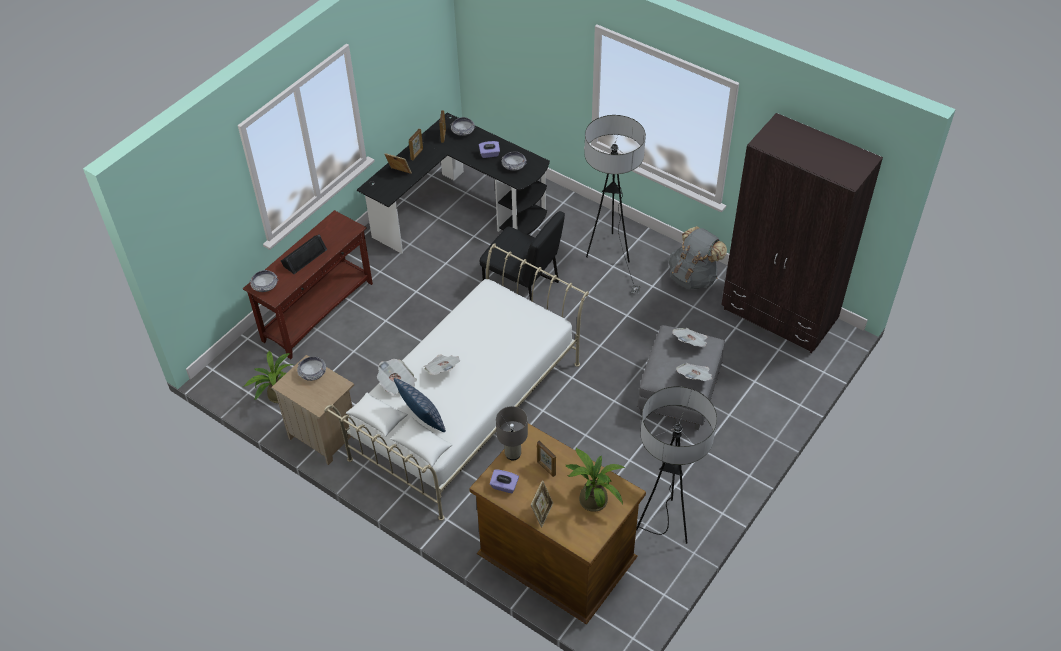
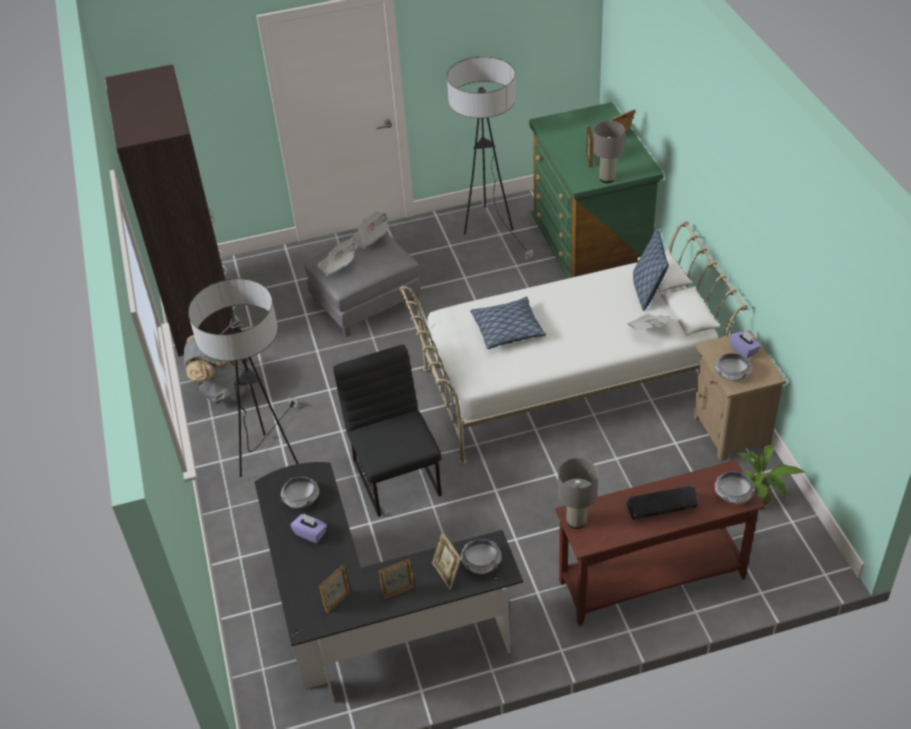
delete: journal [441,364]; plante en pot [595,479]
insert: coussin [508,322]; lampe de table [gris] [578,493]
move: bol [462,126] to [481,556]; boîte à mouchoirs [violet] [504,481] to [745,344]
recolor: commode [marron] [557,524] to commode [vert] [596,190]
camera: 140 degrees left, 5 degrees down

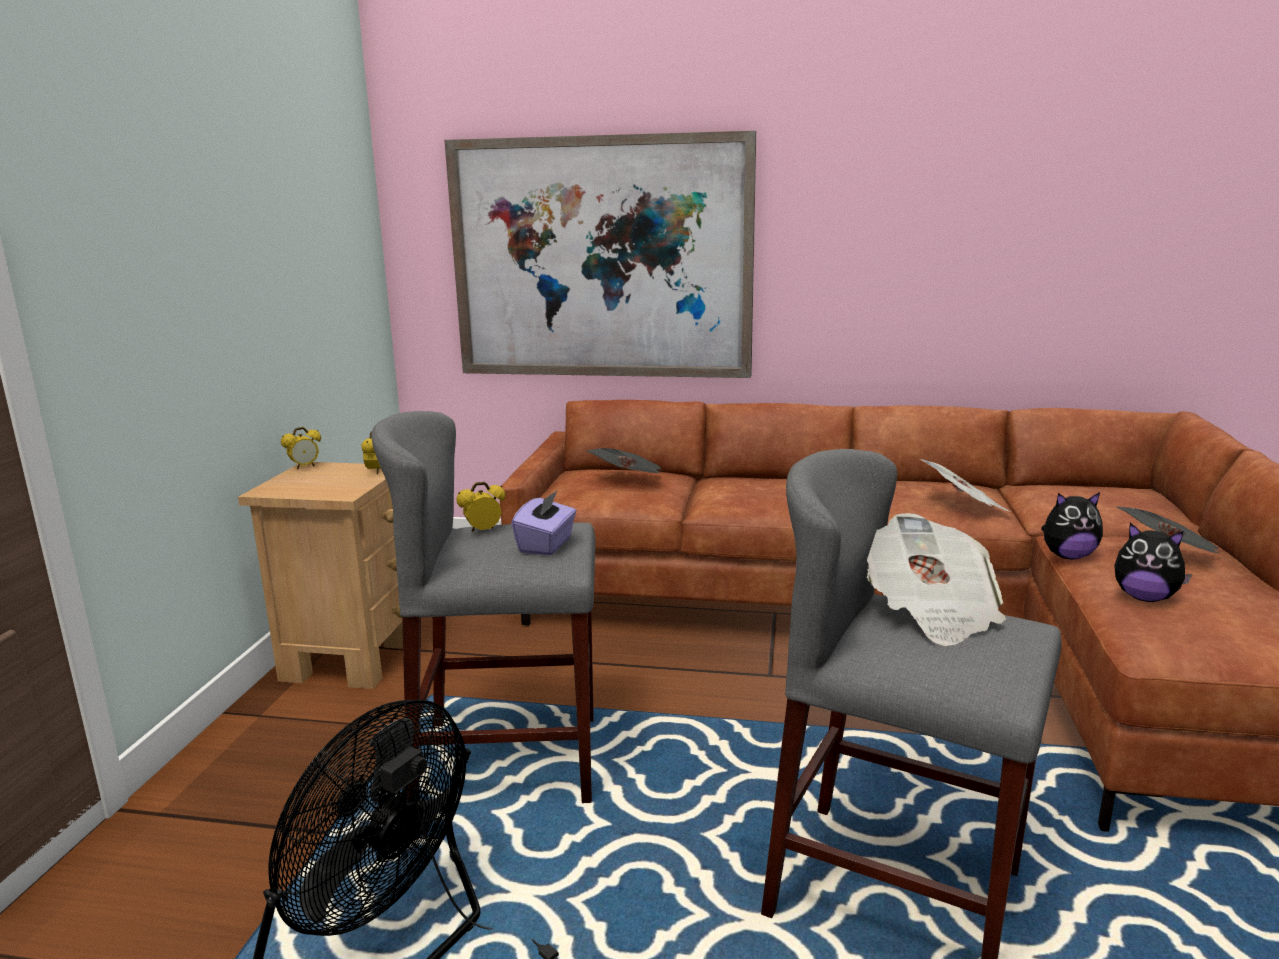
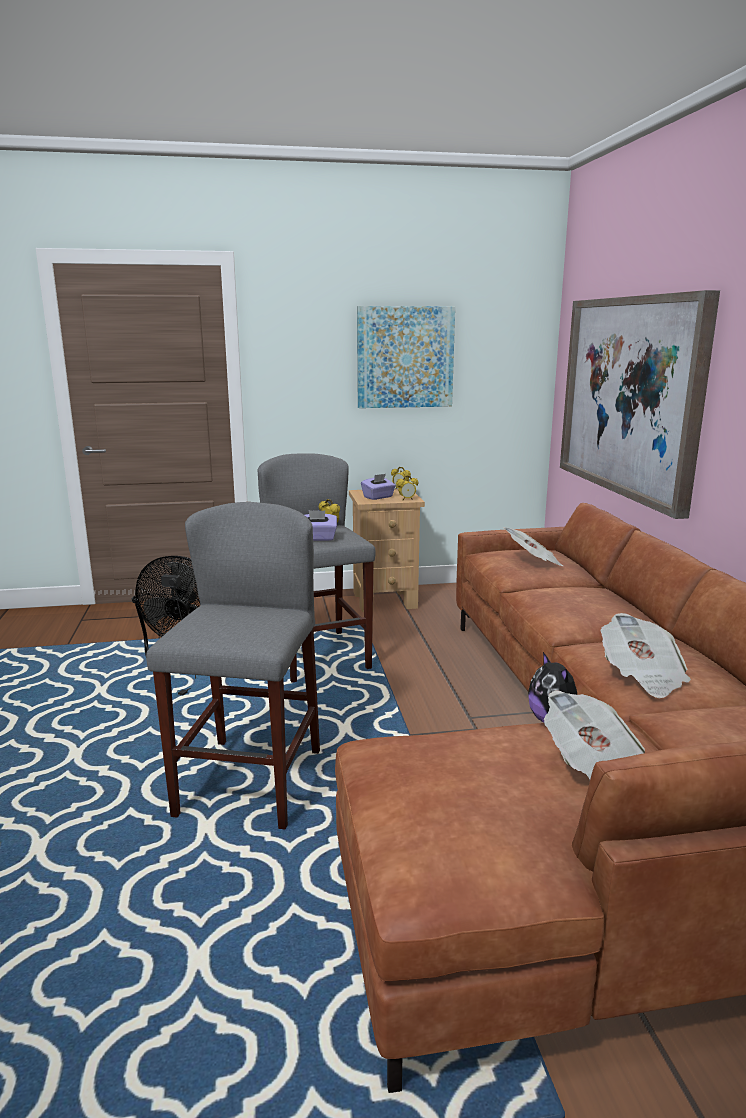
delete: journal [936,579]; peluche [1153,562]
insert: tableau [406,357]; boîte à mouchoirs [violet] [378,487]
camera: 70 degrees right, 0 degrees up

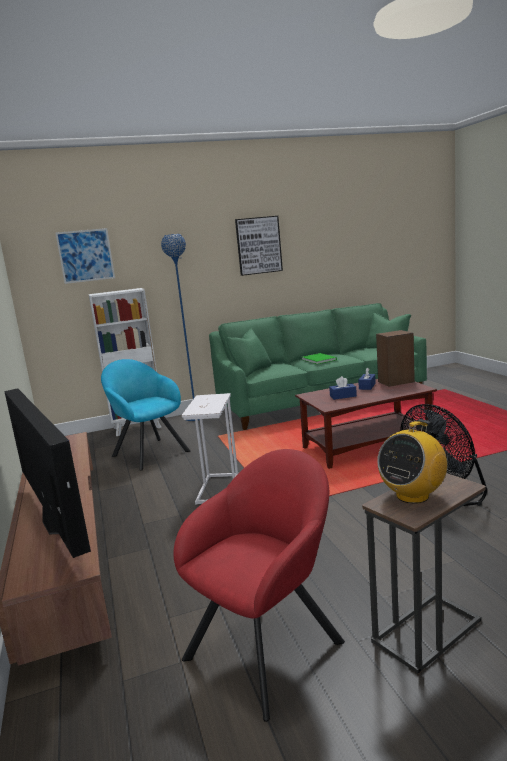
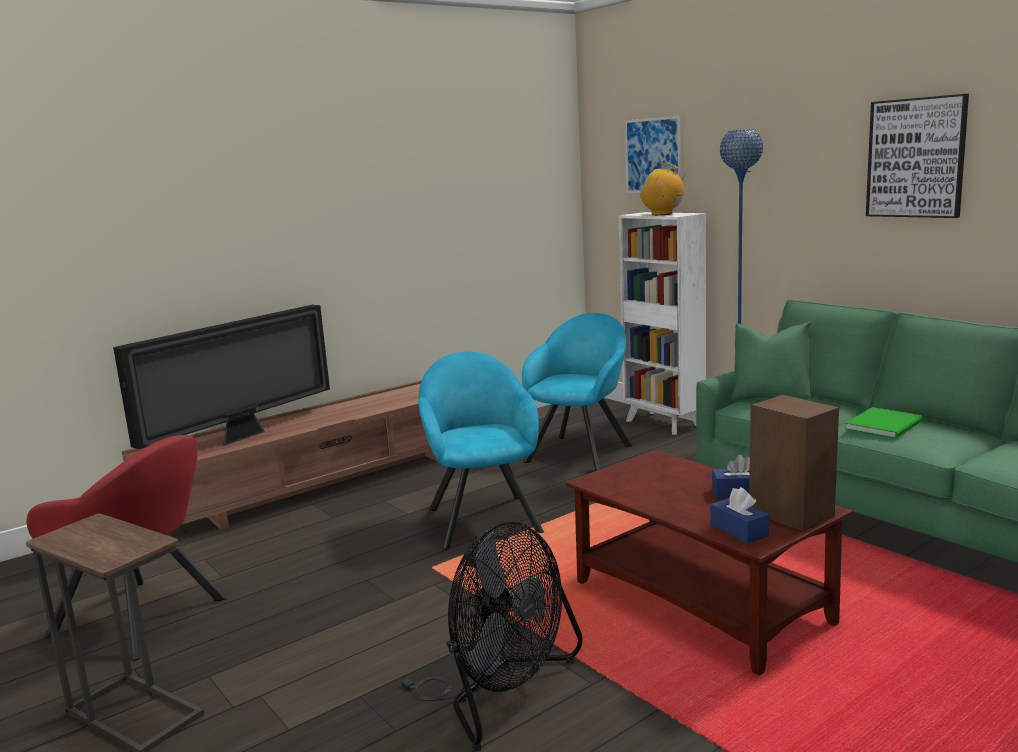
move: boîte à mouchoirs [bleu] [343,388] to [739,515]; radio [412,462] to [663,189]
replace: table d'appoint [blanc] [210,448] to fauteuil [turquoise] [481,451]
camera: 70 degrees right, 0 degrees up

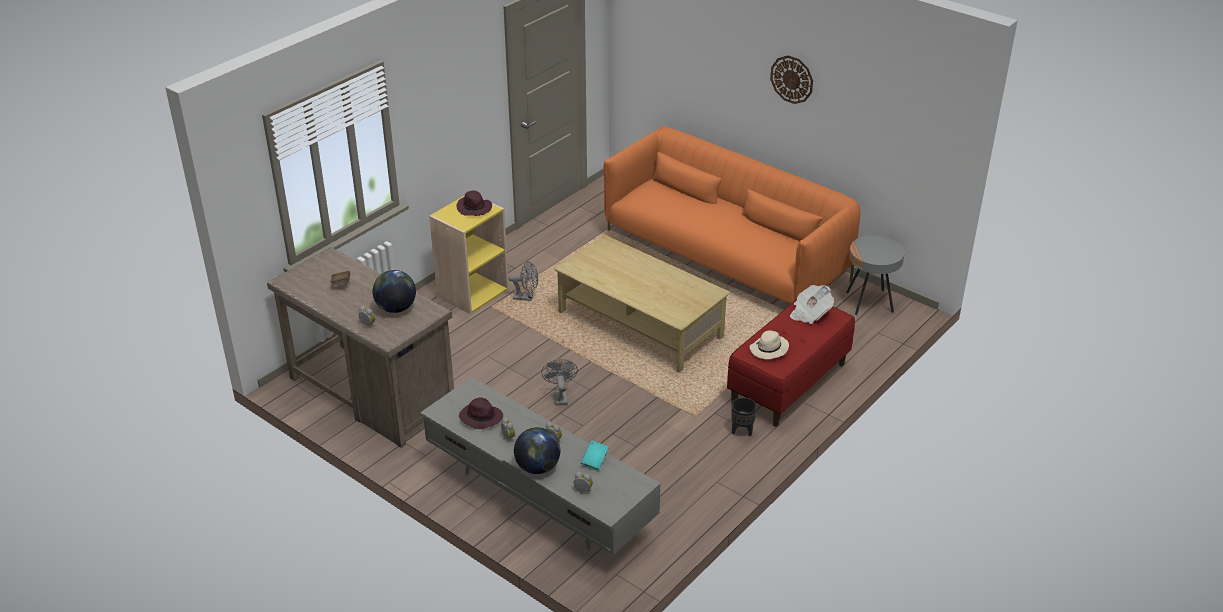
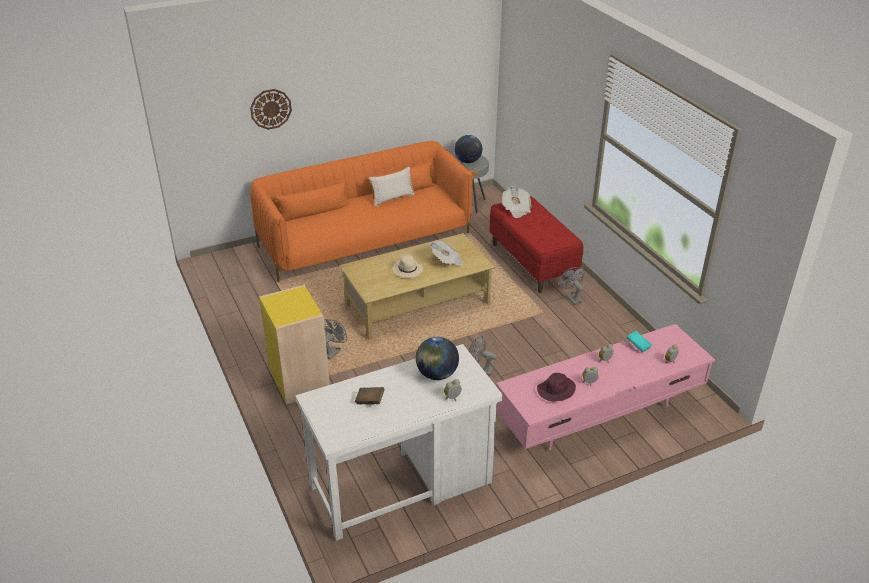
delete: chapeau [violet] [474,203]
insert: coussin [blanc] [391,186]; journal [446,253]
move: globe [537,450] to [468,149]; chapeau [beige] [769,344] to [408,266]; horloge murale [791,79] to [271,109]
replace: cache-pot [noir] [744,416] to ventilateur [gris] [572,286]
recolor: bureau [marron] [360,347] to bureau [blanc] [399,442]; meuble télé [gris] [540,466] to meuble télé [rose] [605,387]
camera: 65 degrees left, 0 degrees up

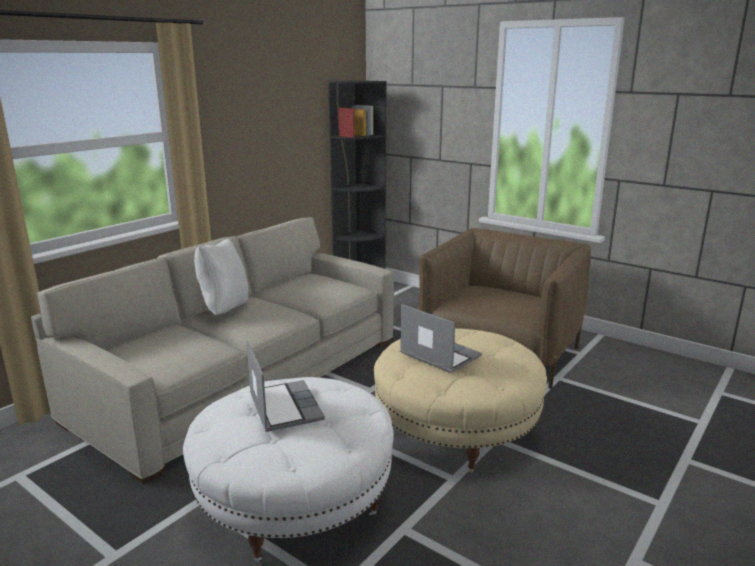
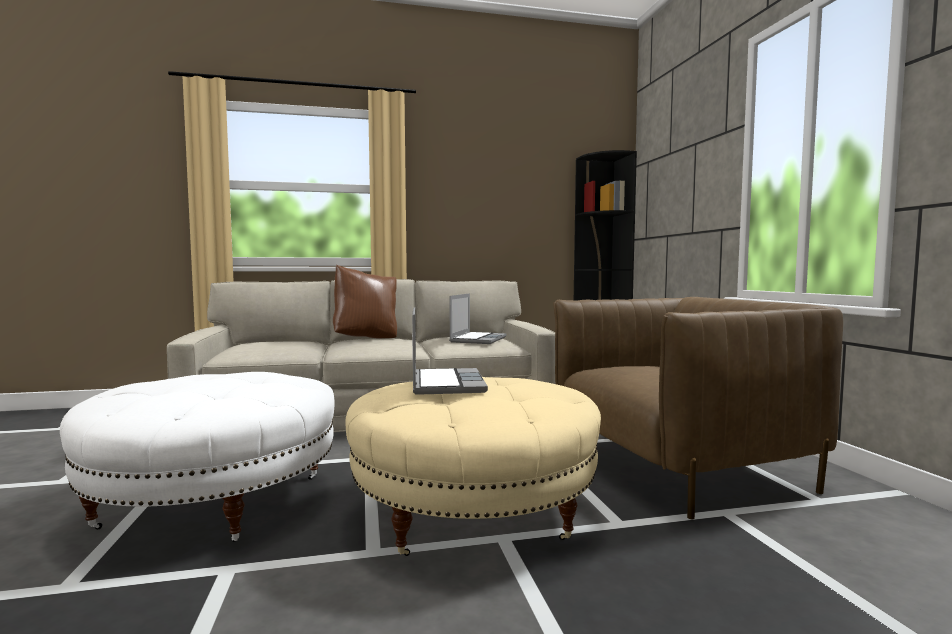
move: ordinateur portable [285,386] to [477,318]
recolor: coussin [blanc] [221,277] to coussin [marron] [365,302]
camera: 40 degrees right, 15 degrees down

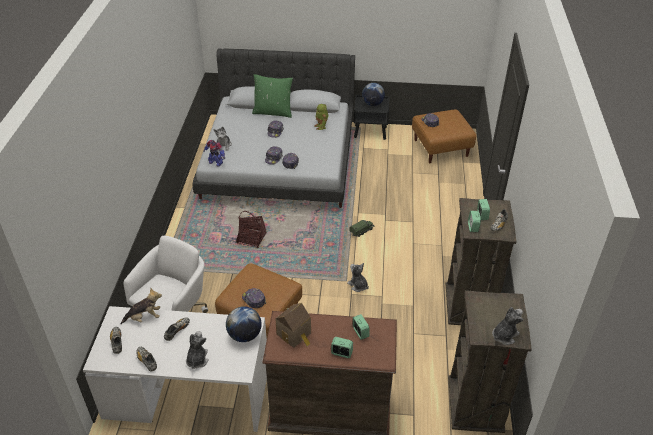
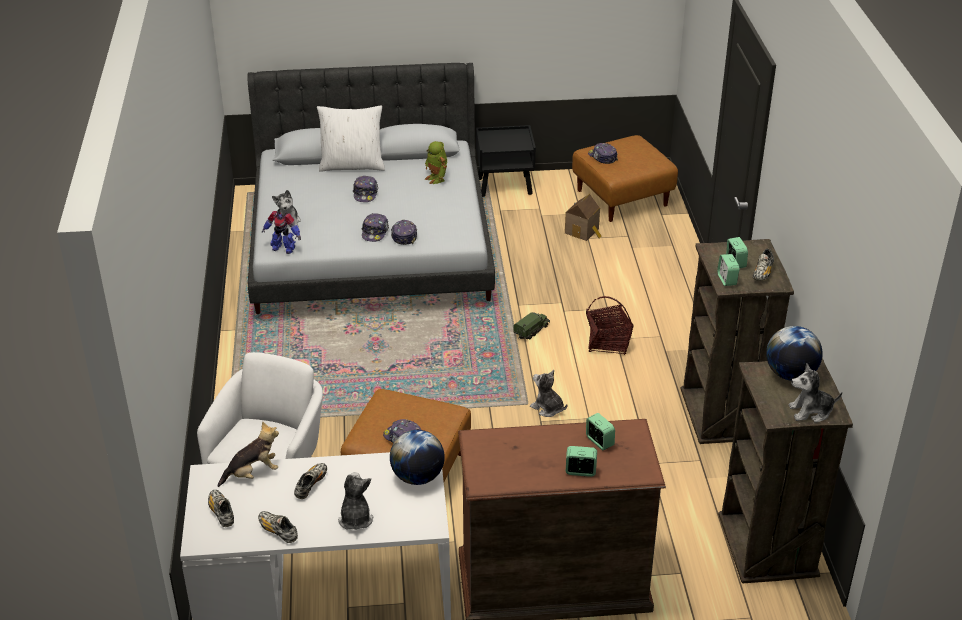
move: panier [251,229] to [610,325]; maison miniature [293,325] to [583,217]; globe [373,94] to [794,353]
recolor: coussin [vert] [272,96] to coussin [blanc] [351,139]
rotate: peluche [507,326] = [815,393] 135 degrees counterclockwise
camera: 10 degrees left, 5 degrees down

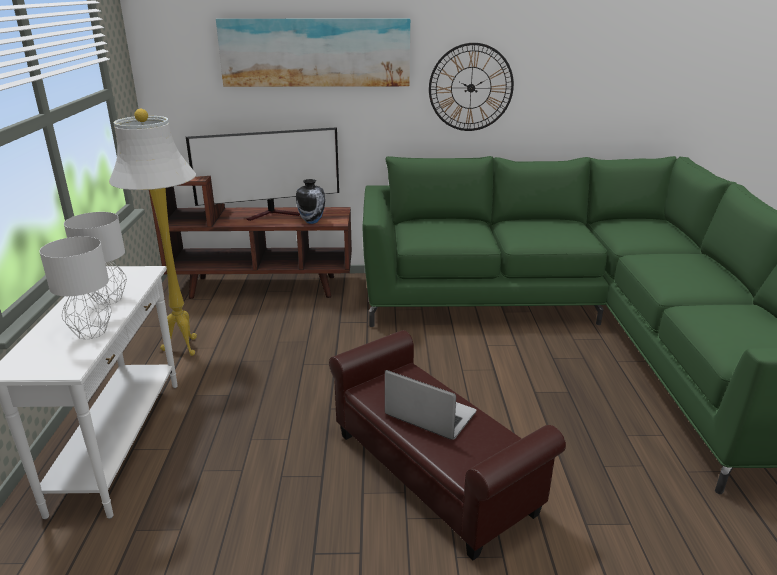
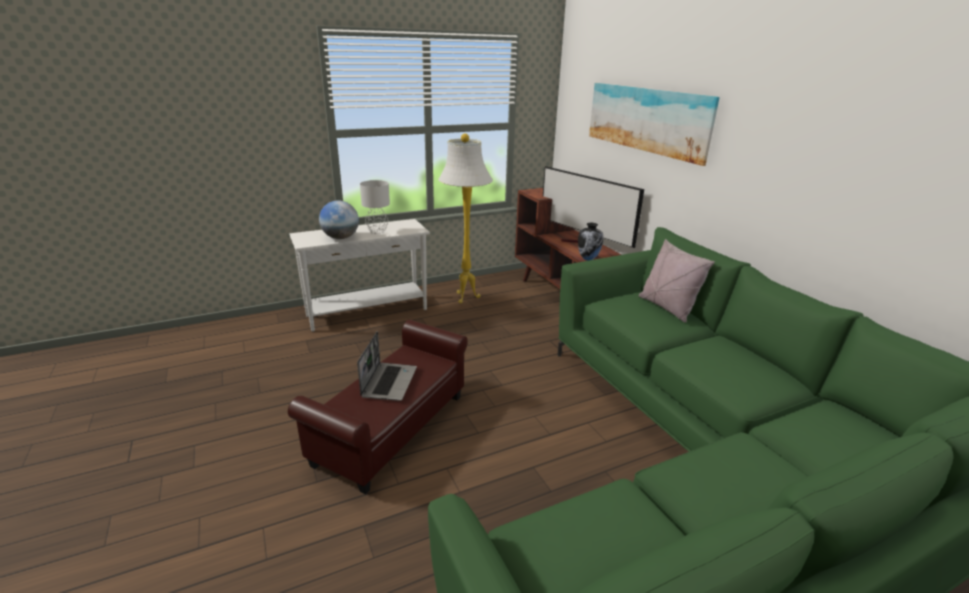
delete: horloge murale [471,87]
insert: coussin [violet] [677,281]
replace: lampe de table [gris] [75,287] to globe [339,219]
camera: 65 degrees right, 0 degrees up

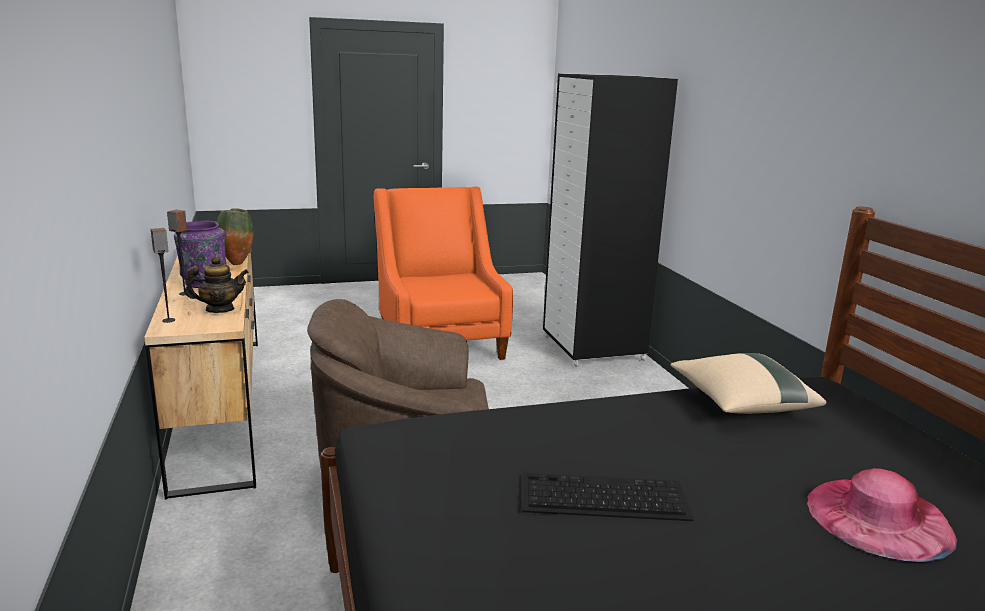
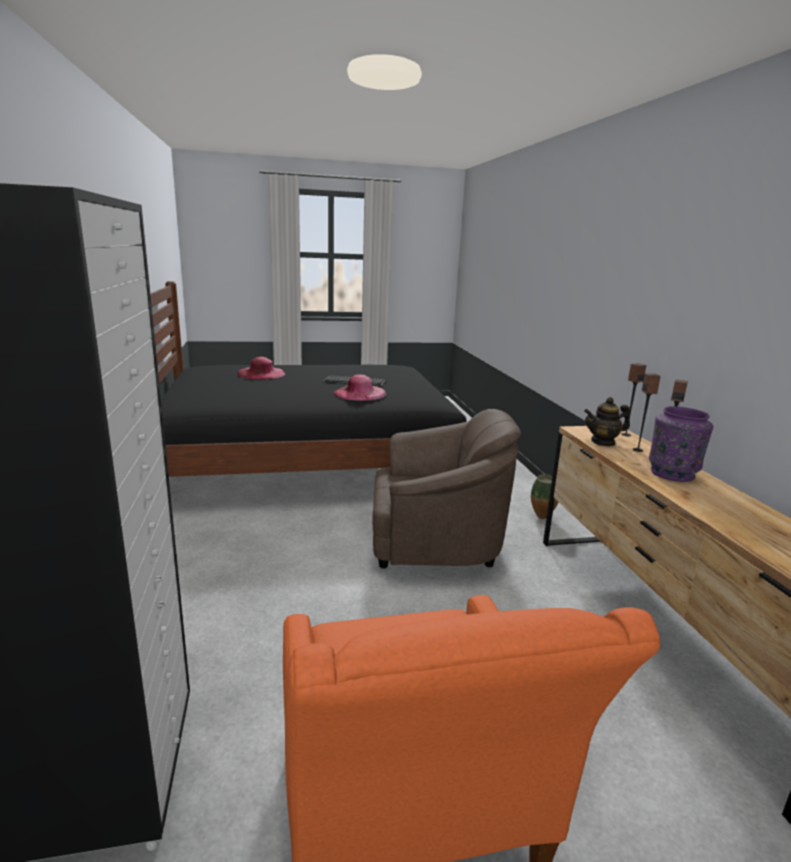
delete: coussin [beige] [748,383]
insert: chapeau [rose] [360,387]; enceinte [647,412]
move: vase [235,236] to [545,496]
camera: 175 degrees left, 0 degrees up

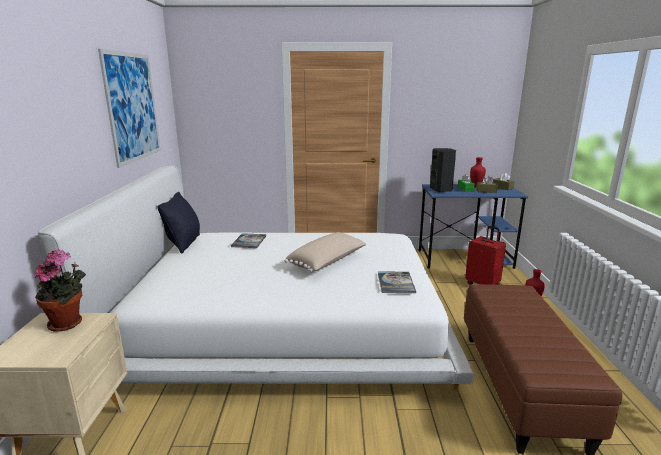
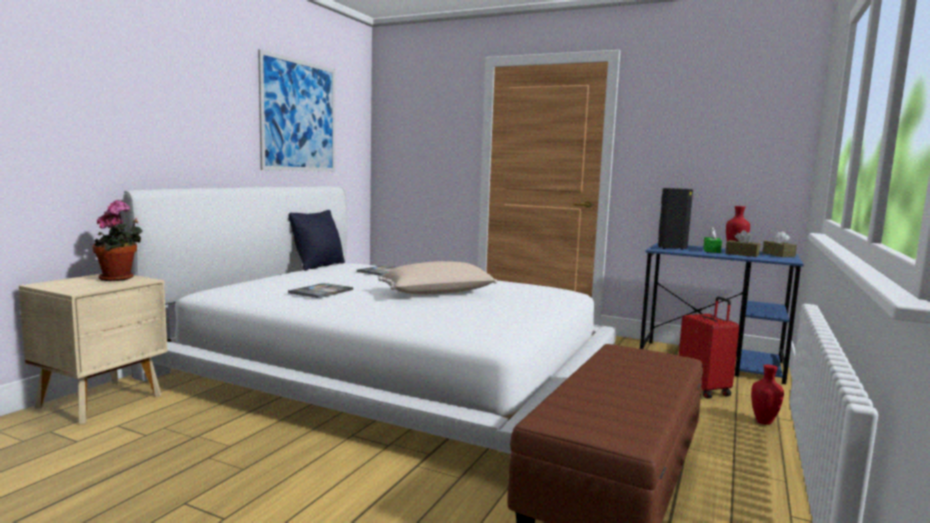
move: livre [397,282] to [320,290]
camera: 25 degrees right, 10 degrees down

